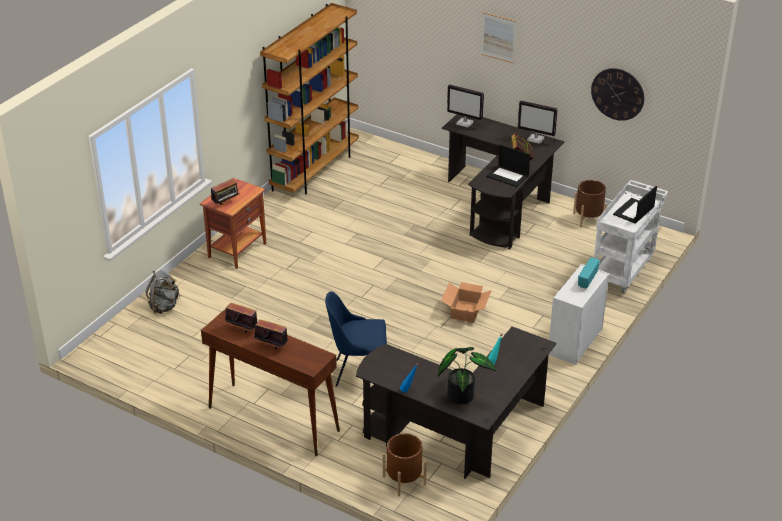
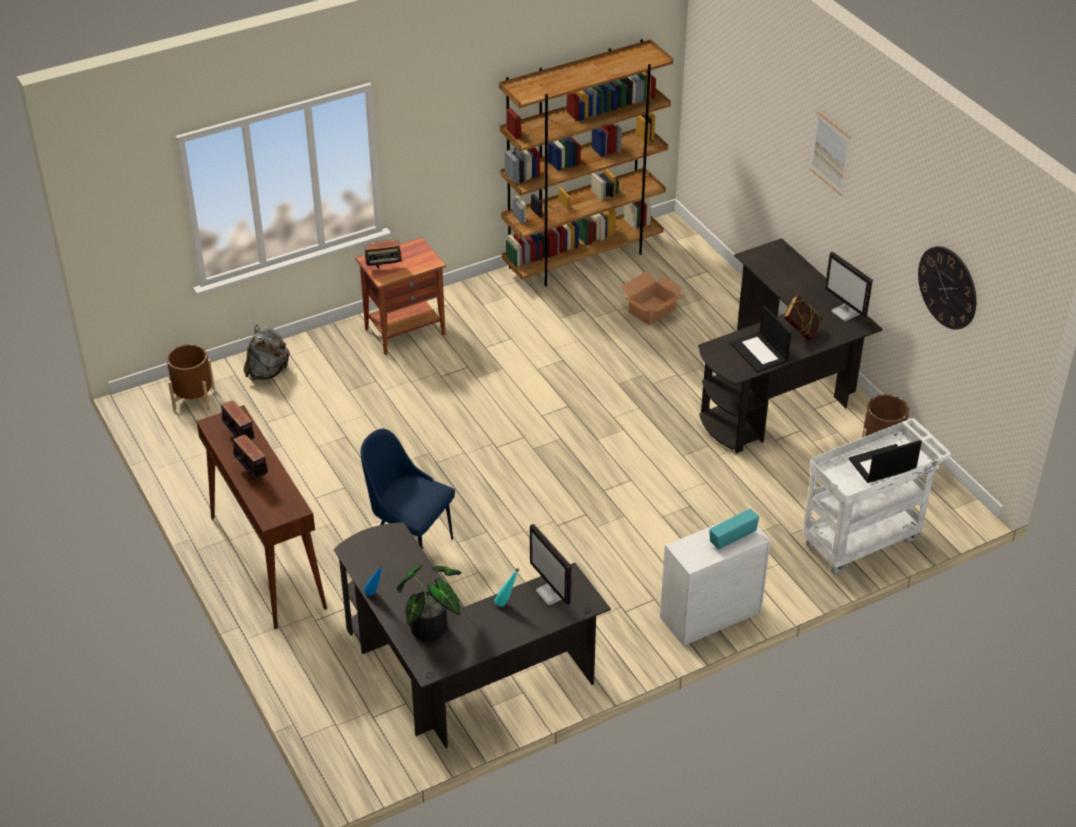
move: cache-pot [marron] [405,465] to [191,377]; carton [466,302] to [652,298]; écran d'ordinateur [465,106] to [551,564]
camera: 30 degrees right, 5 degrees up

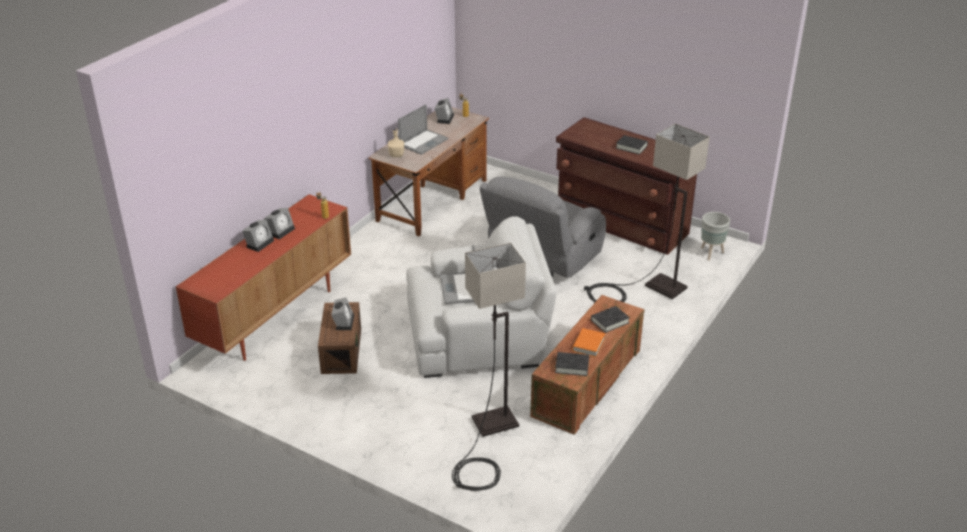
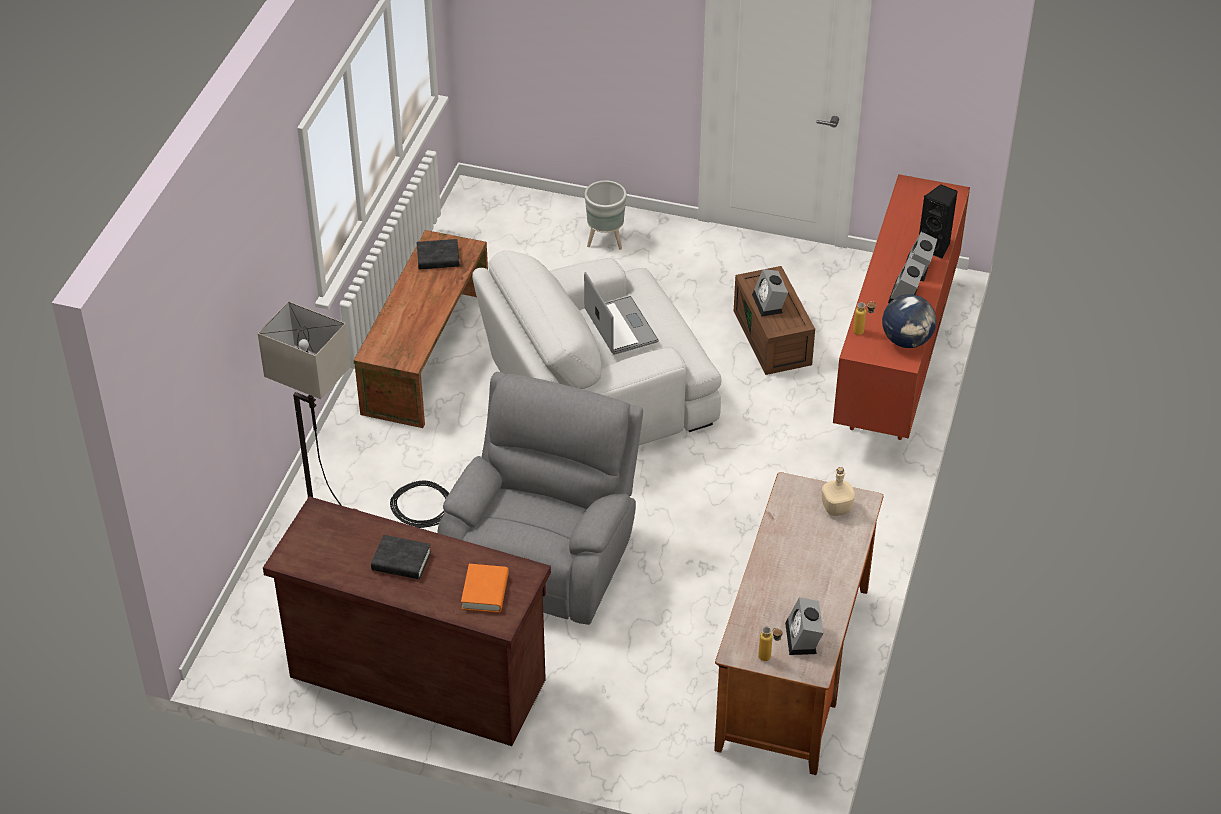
delete: ordinateur portable [423,129]; lampadaire [489,367]; livre [noir] [610,319]
insert: globe [909,321]; enceinte [noir] [938,221]
move: livre [orange] [588,342] to [485,588]; cache-pot [gris] [715,236] to [605,215]
camera: 165 degrees right, 10 degrees up

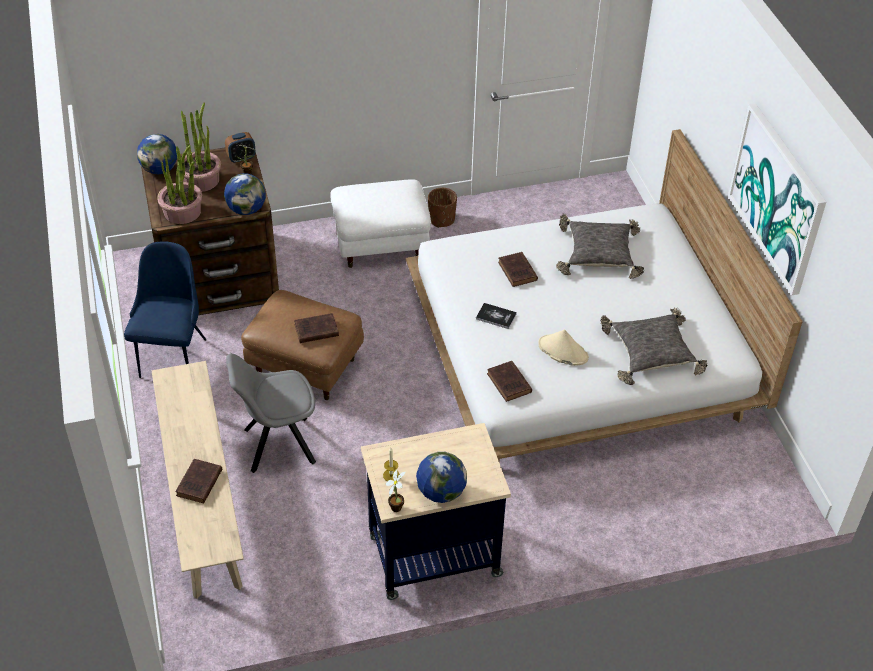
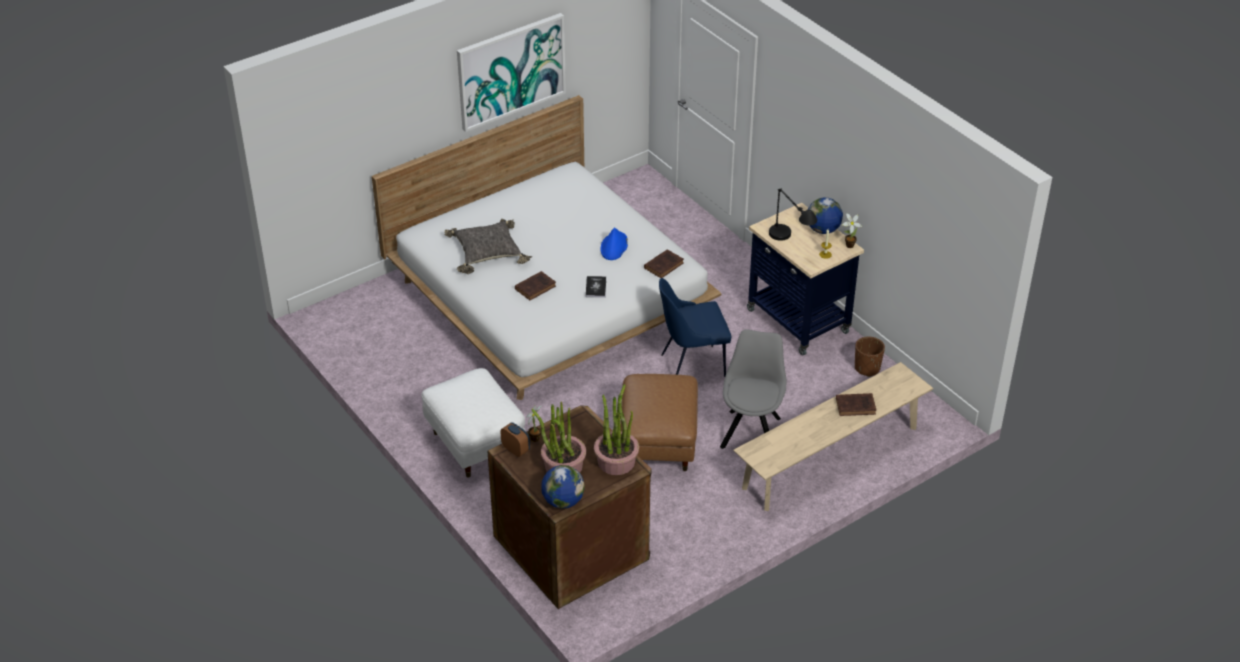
delete: globe [245,194]; livre [marron] [316,328]; coussin [654,346]
insert: lampe de table [noir] [793,214]
move: chaise [bleu] [165,309] to [695,327]; cache-pot [marron] [442,208] to [870,357]
recolor: chapeau [beige] [563,348] to chapeau [bleu] [614,243]
rotate: chaise [gris] [271,413] = [753,389] 135 degrees counterclockwise
camera: 110 degrees left, 5 degrees down

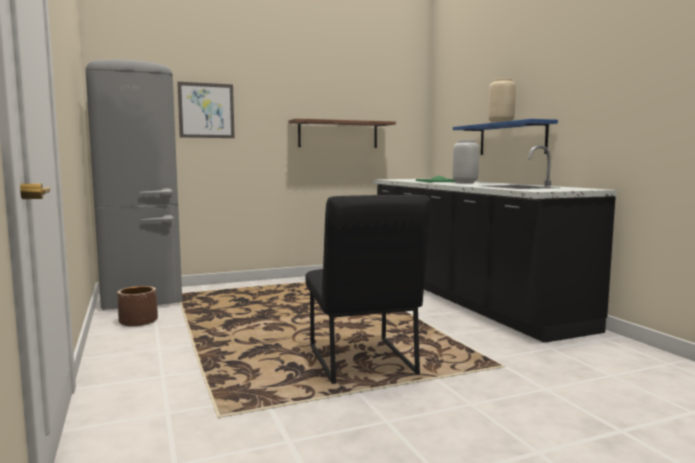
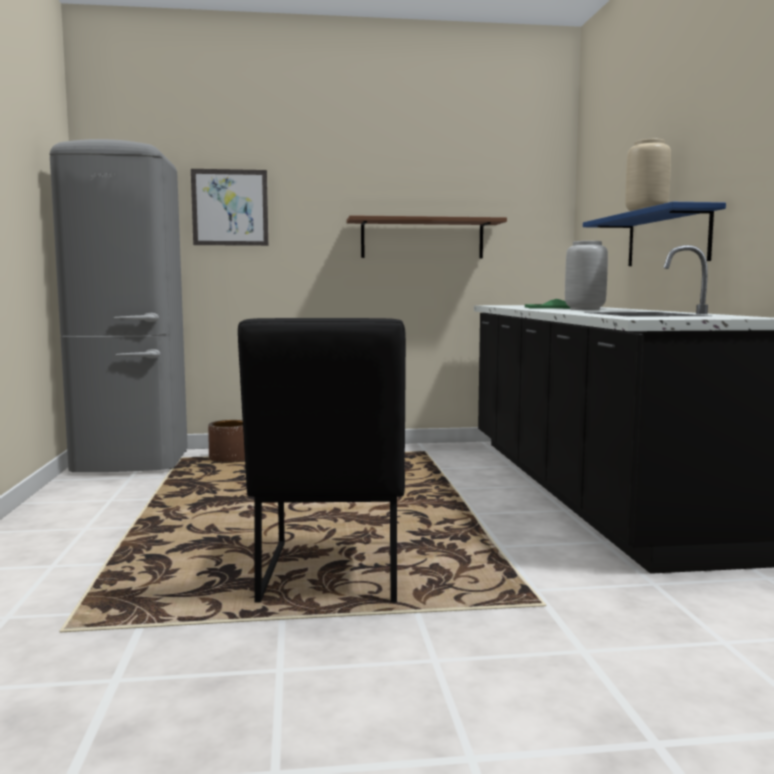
move: cache-pot [marron] [137,306] to [226,441]
camera: 15 degrees right, 0 degrees up

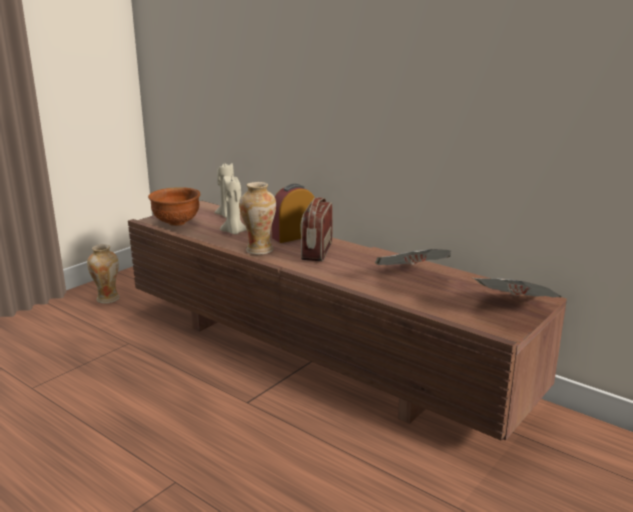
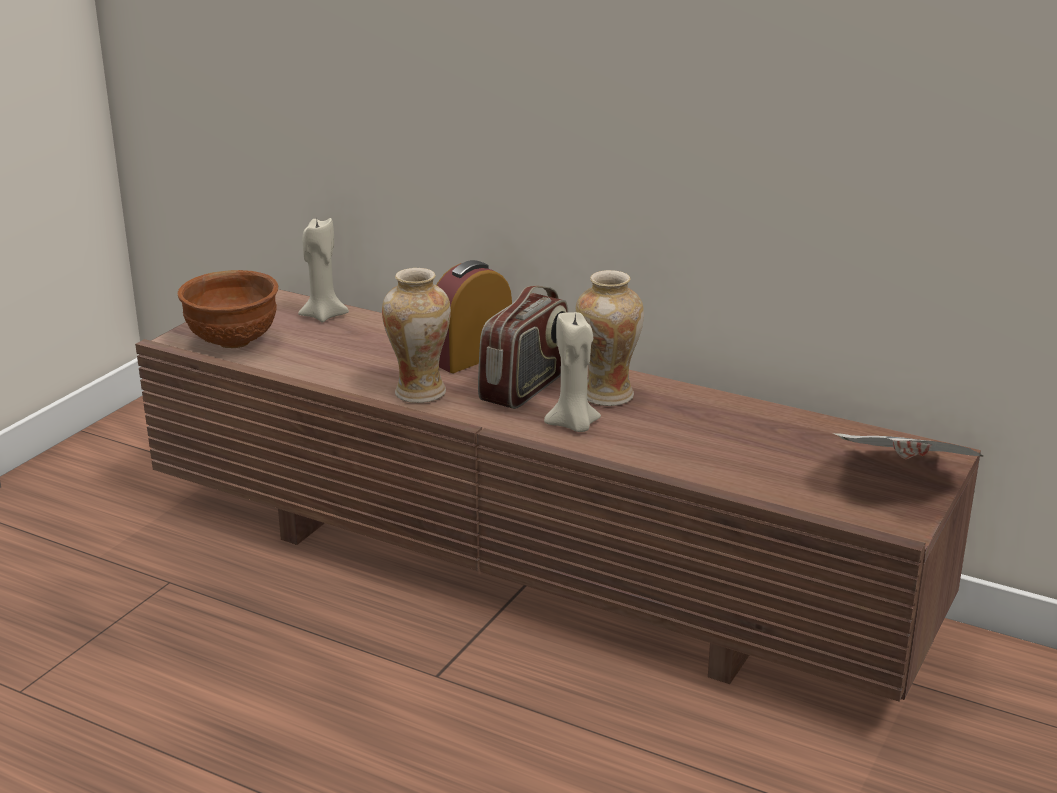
delete: journal [413,257]
move: vase [103,274] to [609,338]; bougie [beige] [233,205] to [572,371]
rotate: radio [316,229] = [523,347] 150 degrees counterclockwise
camera: 10 degrees left, 5 degrees up

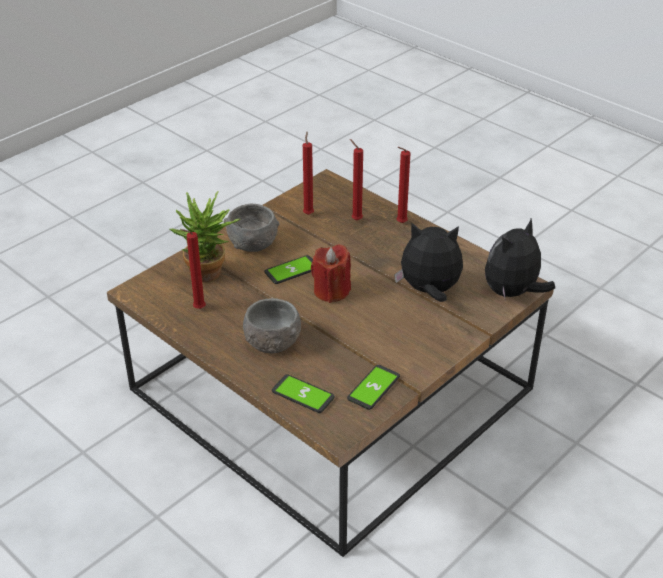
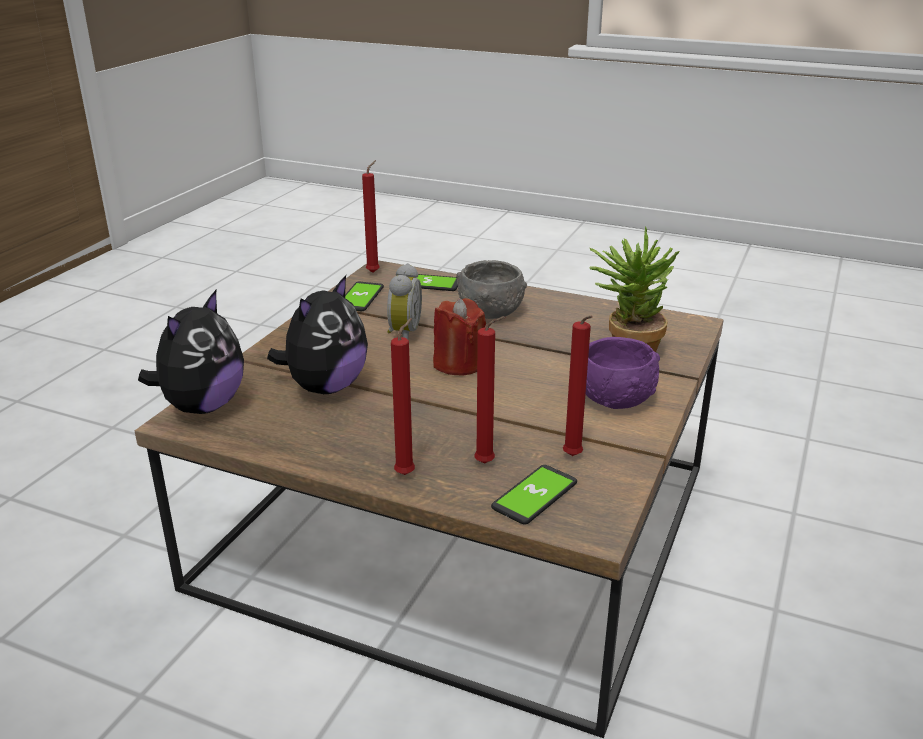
insert: réveil [404,301]
move: bougie [rouge] [193,269] to [371,216]; téléphone [288,269] to [534,494]
recolor: bol [gris] [251,227] to bol [violet] [623,373]
rotate: peluche [428,262] = [317,334] 45 degrees counterclockwise
camera: 160 degrees right, 10 degrees down

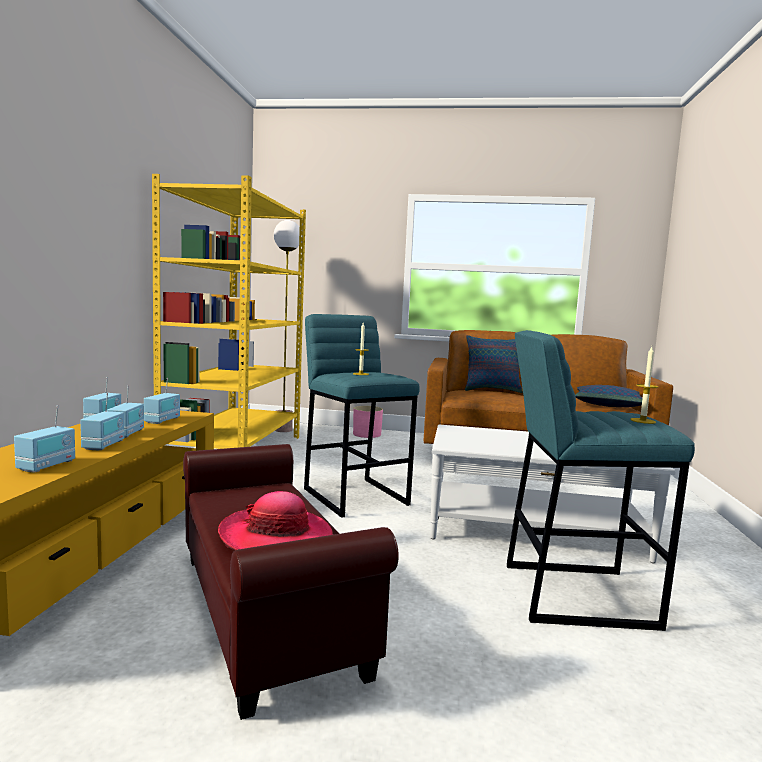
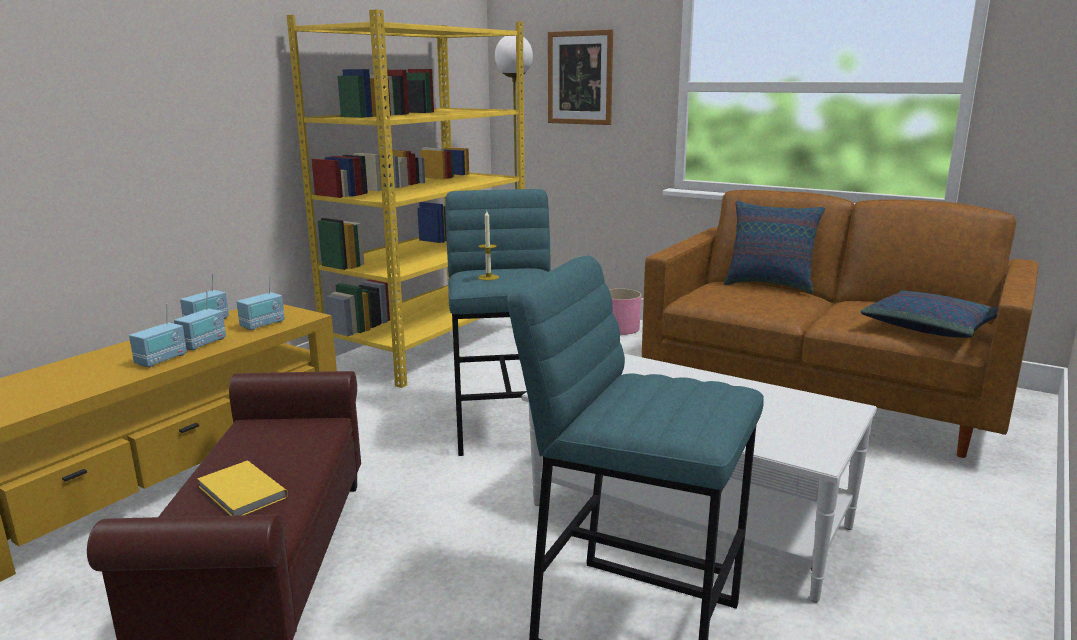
delete: radio [44,438]; bougie [644,385]
insert: tableau [580,77]
replace: chapeau [275,520] to livre [jaune] [242,488]
camera: 25 degrees right, 10 degrees up

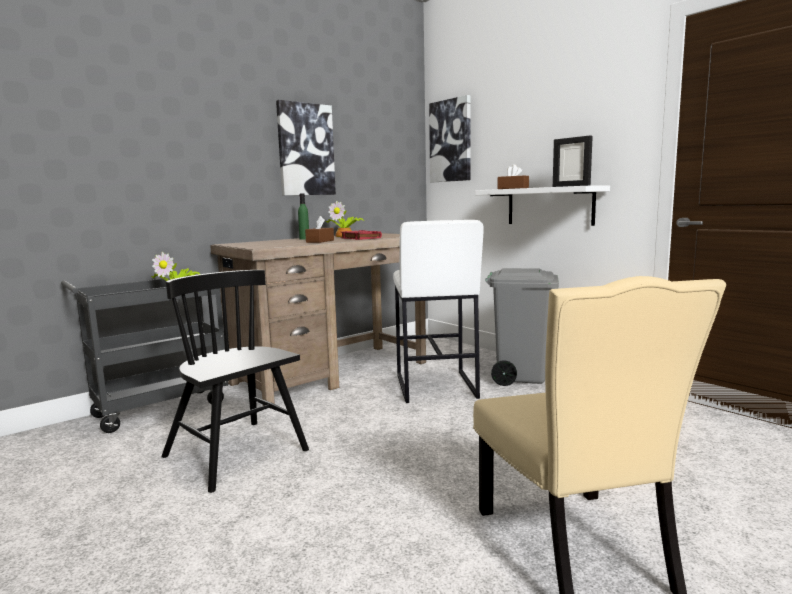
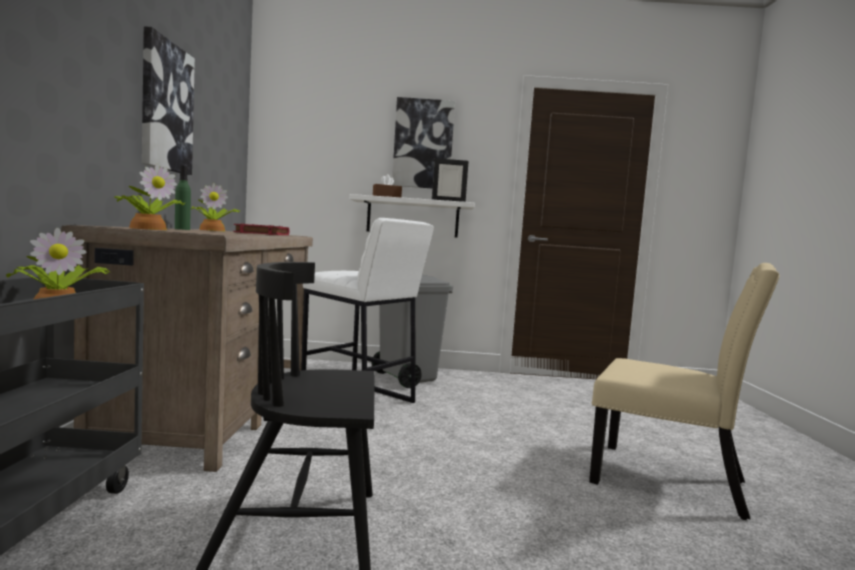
delete: boîte à mouchoirs [marron] [319,229]
insert: plante en pot [150,197]
move: tableau [449,138] to [423,142]
camera: 50 degrees left, 5 degrees down

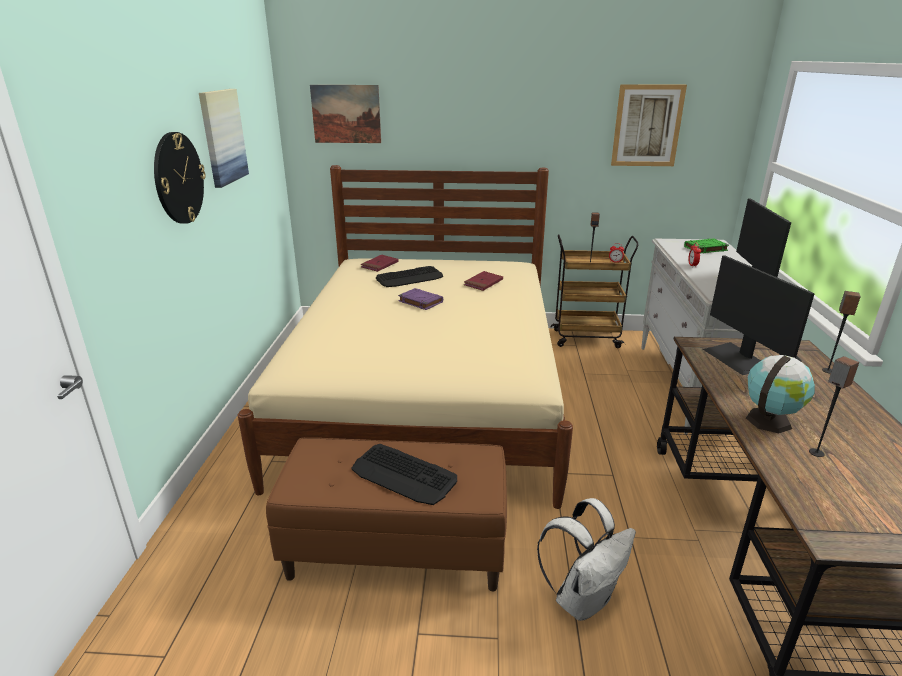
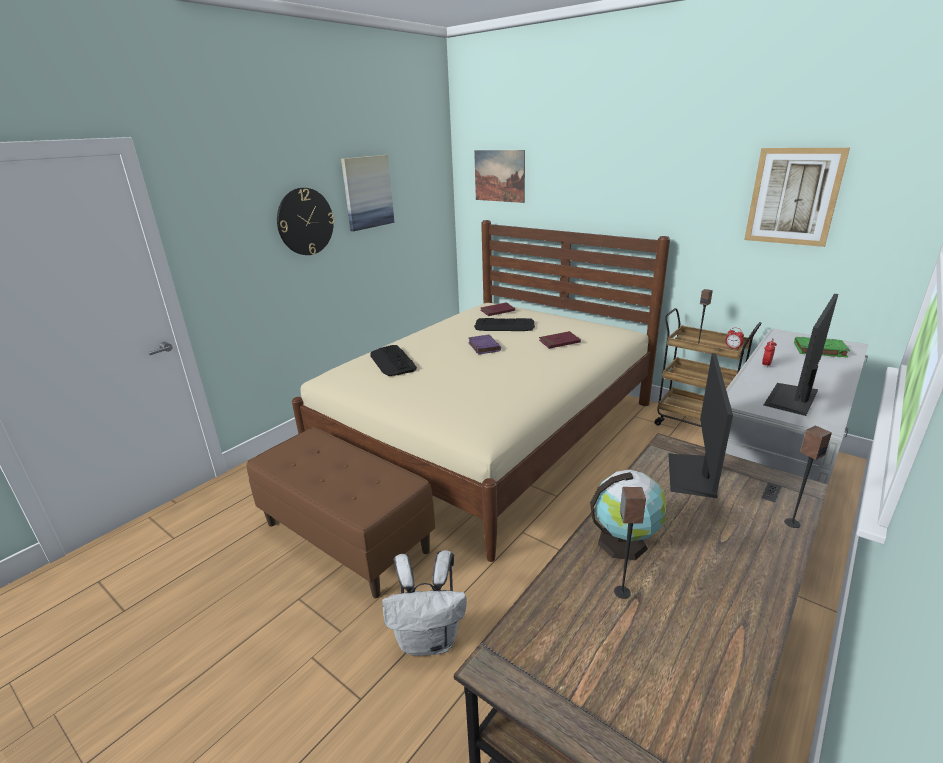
move: clavier [404,474] to [394,360]
camera: 35 degrees right, 0 degrees up

